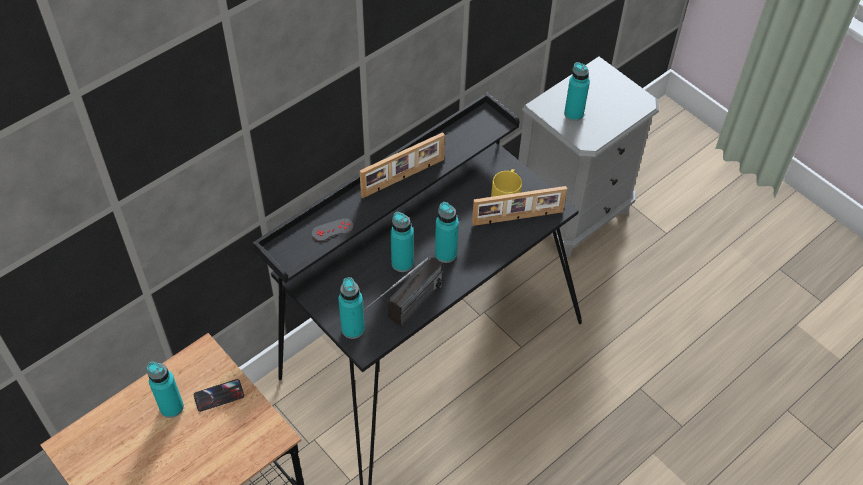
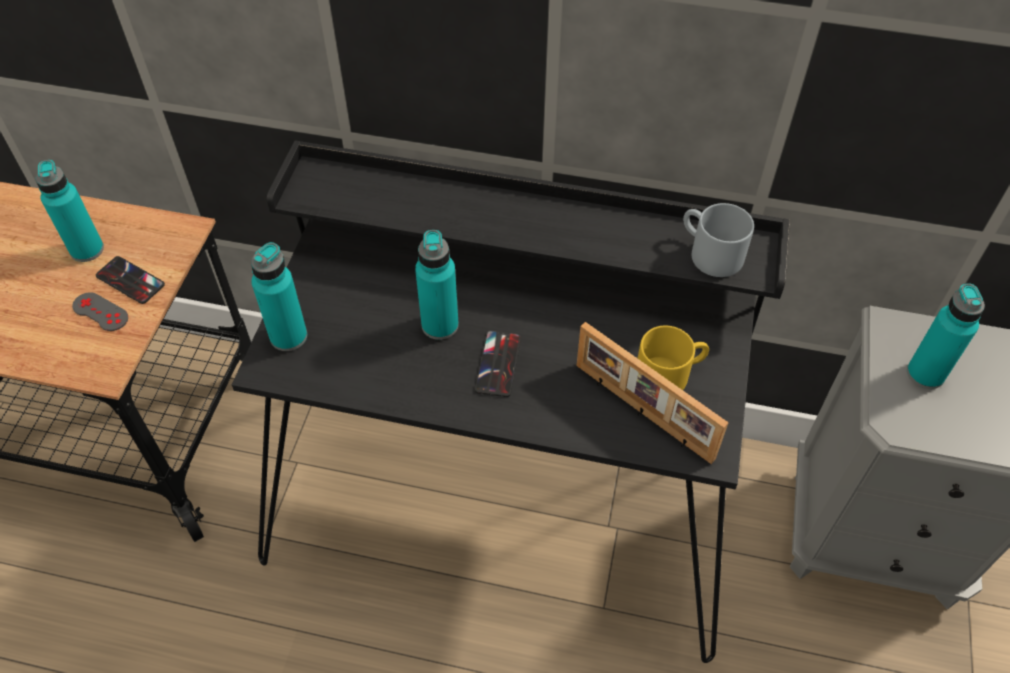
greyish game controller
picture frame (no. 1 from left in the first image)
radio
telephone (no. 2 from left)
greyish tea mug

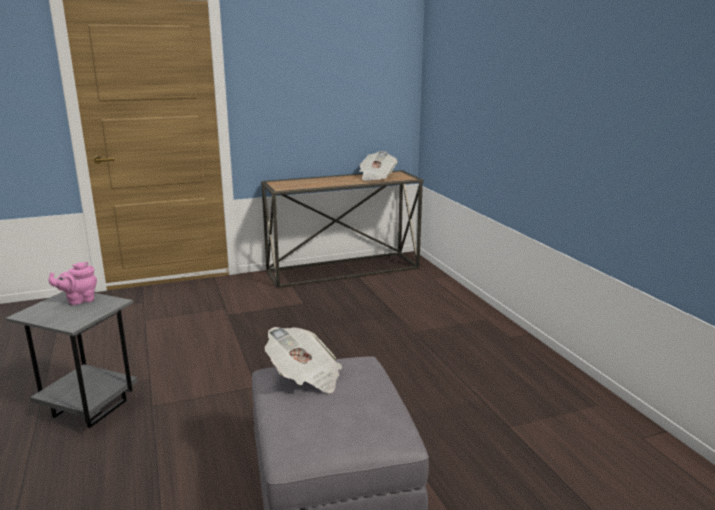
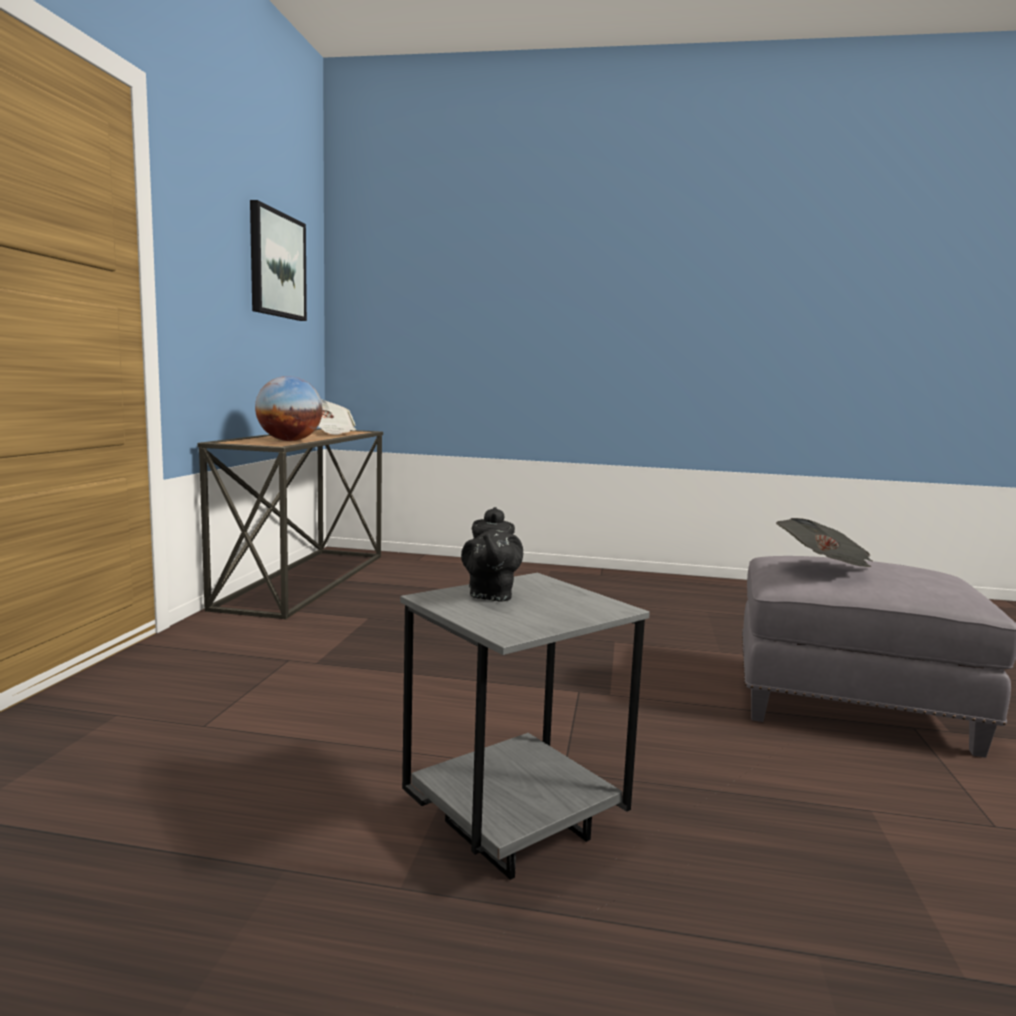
blackish teapot
wall picture
globe

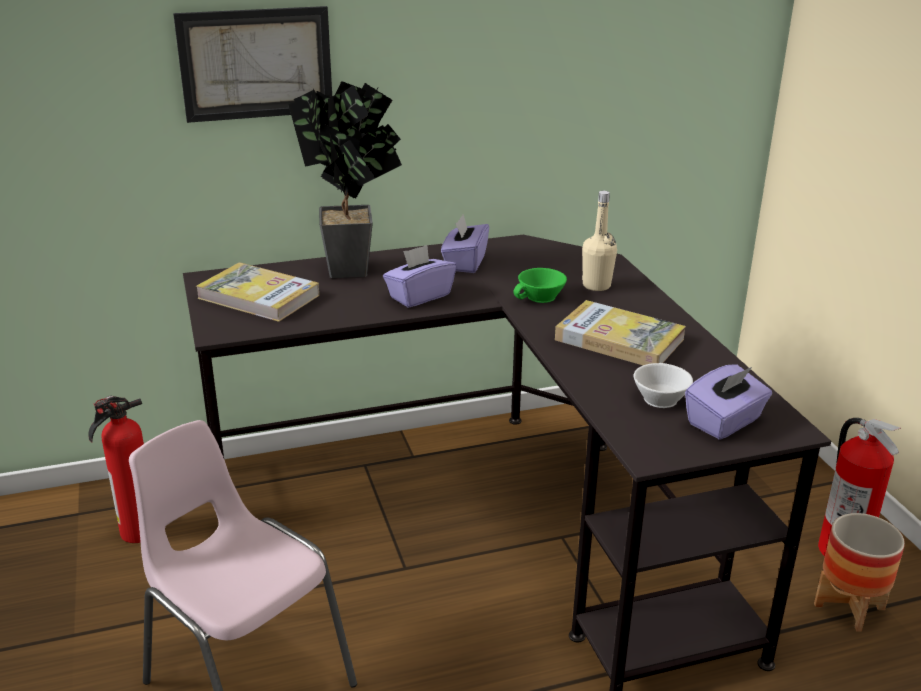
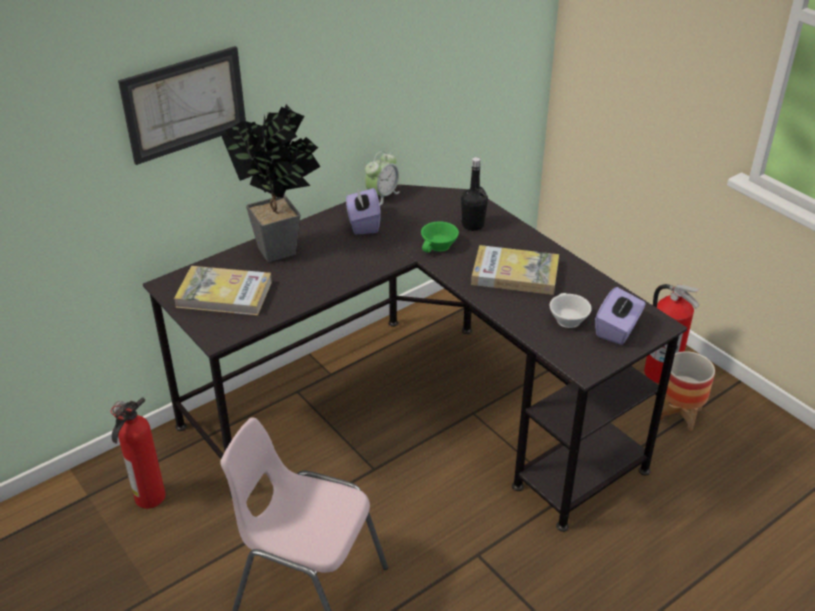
purplish box of tissues (no. 1 from left in the first image)
blackish bottle
table clock

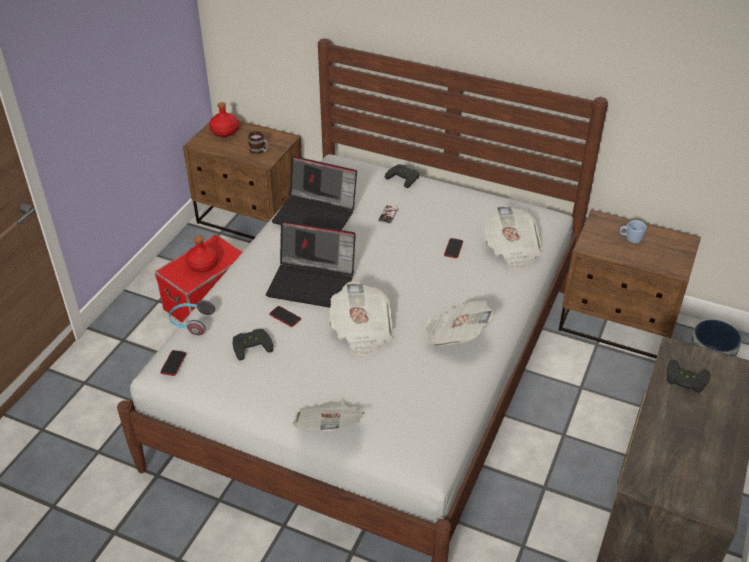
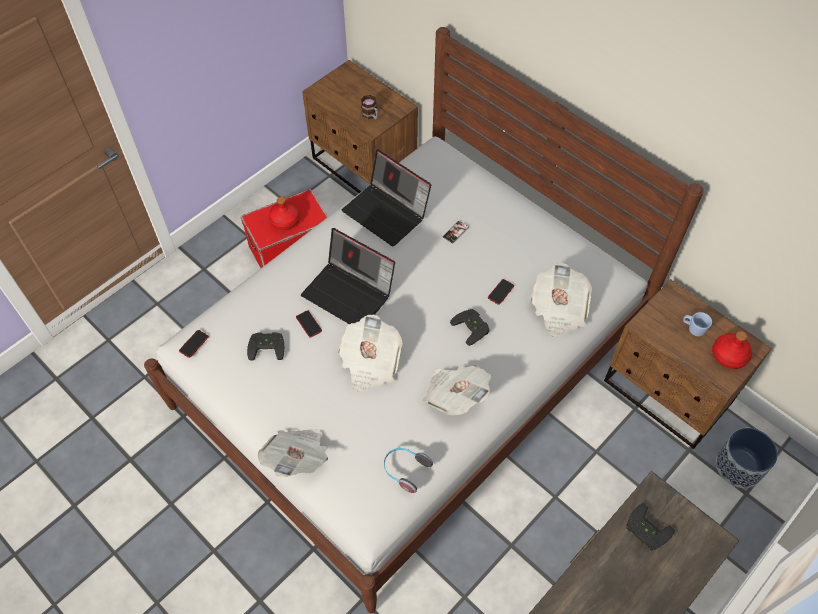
headset
red bottle (no. 2 from left)
blackish game controller (no. 2 from left)

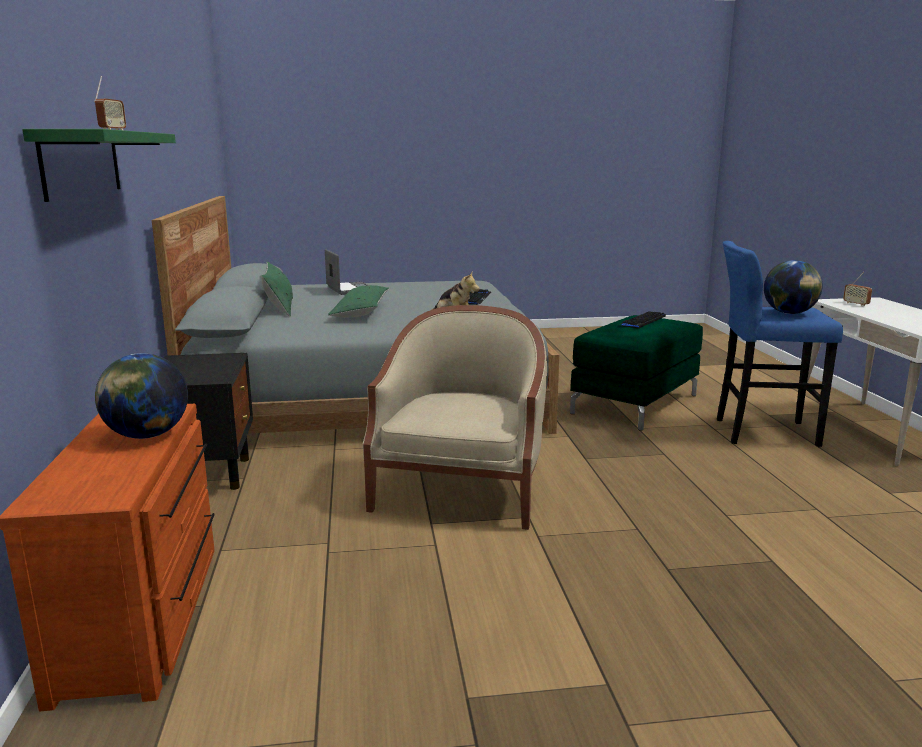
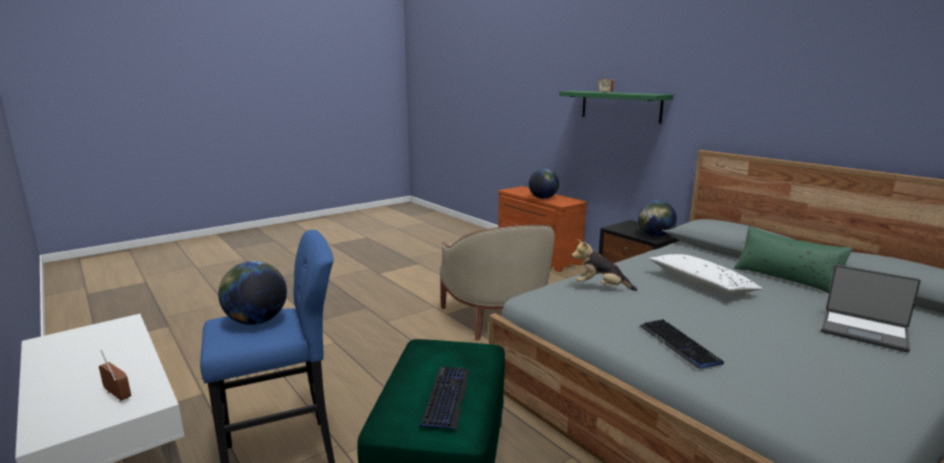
white cushion
globe (no. 3 from left)

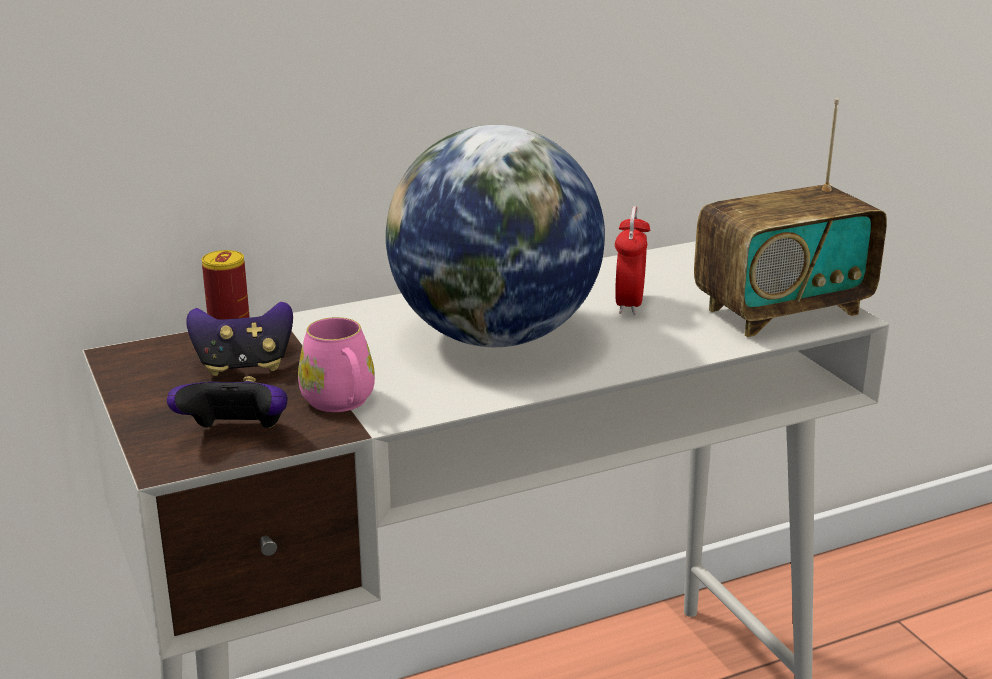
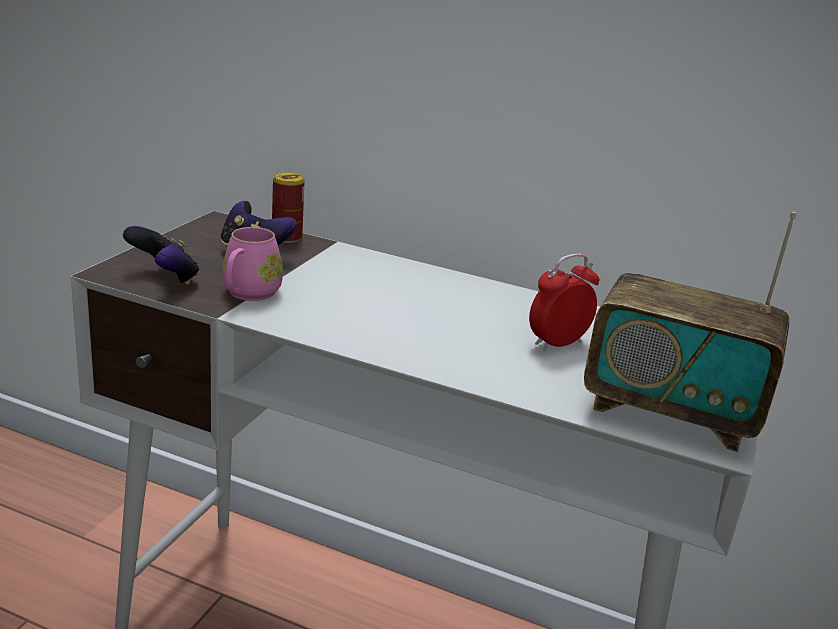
globe

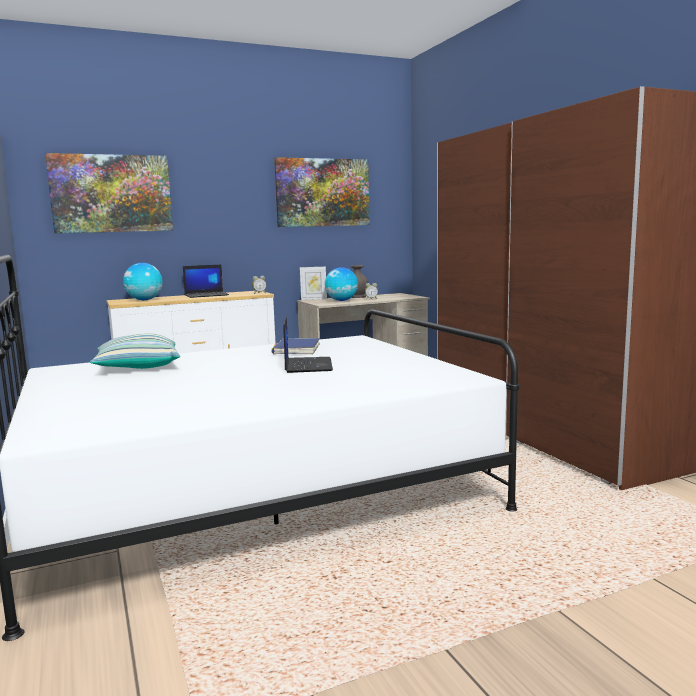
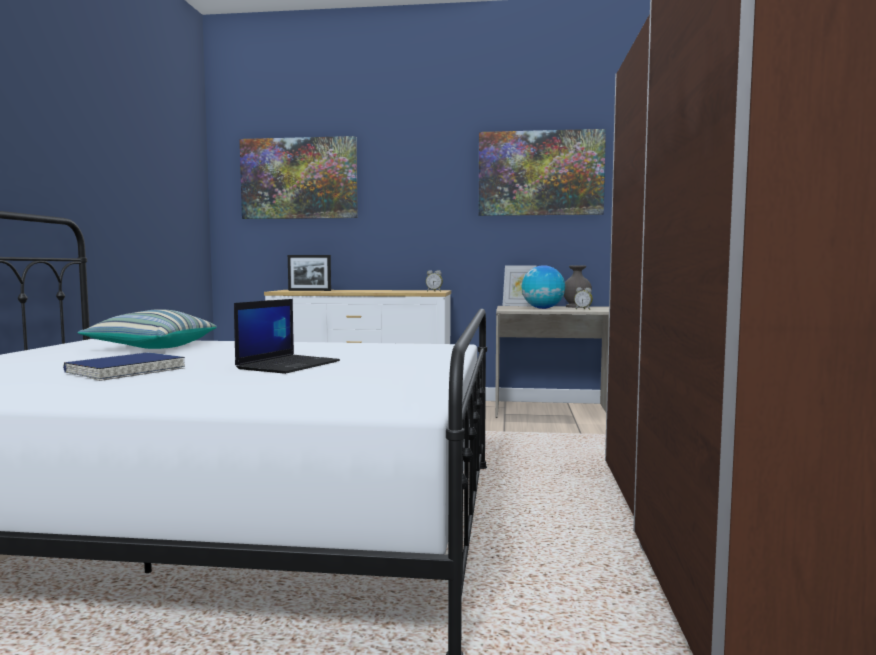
picture frame (no. 1 from left)
notebook computer (no. 1 from left in the first image)
blue bound book

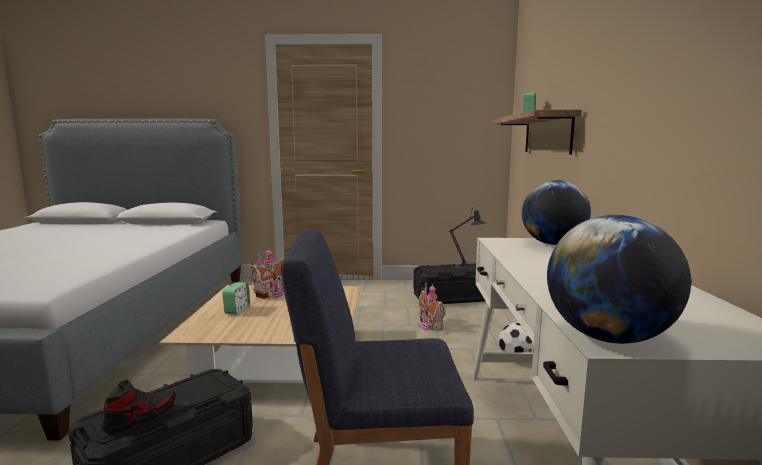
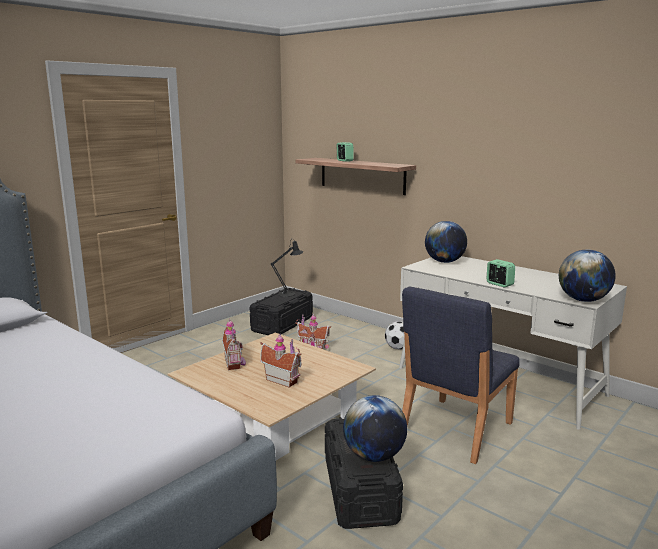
globe (no. 1 from left)
table clock (no. 2 from left)
miniature house (no. 2 from left)

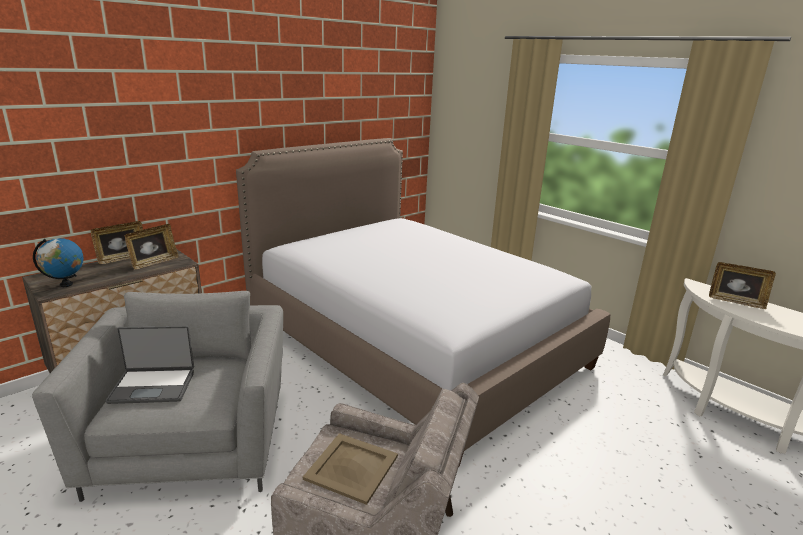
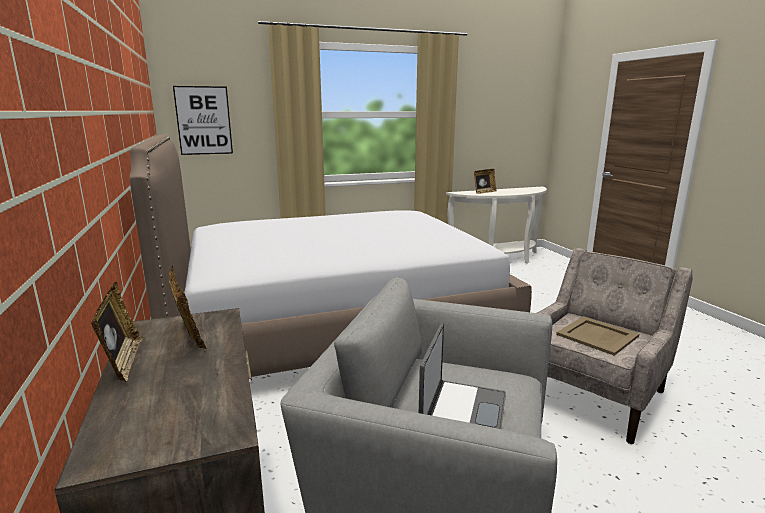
globe
wall picture

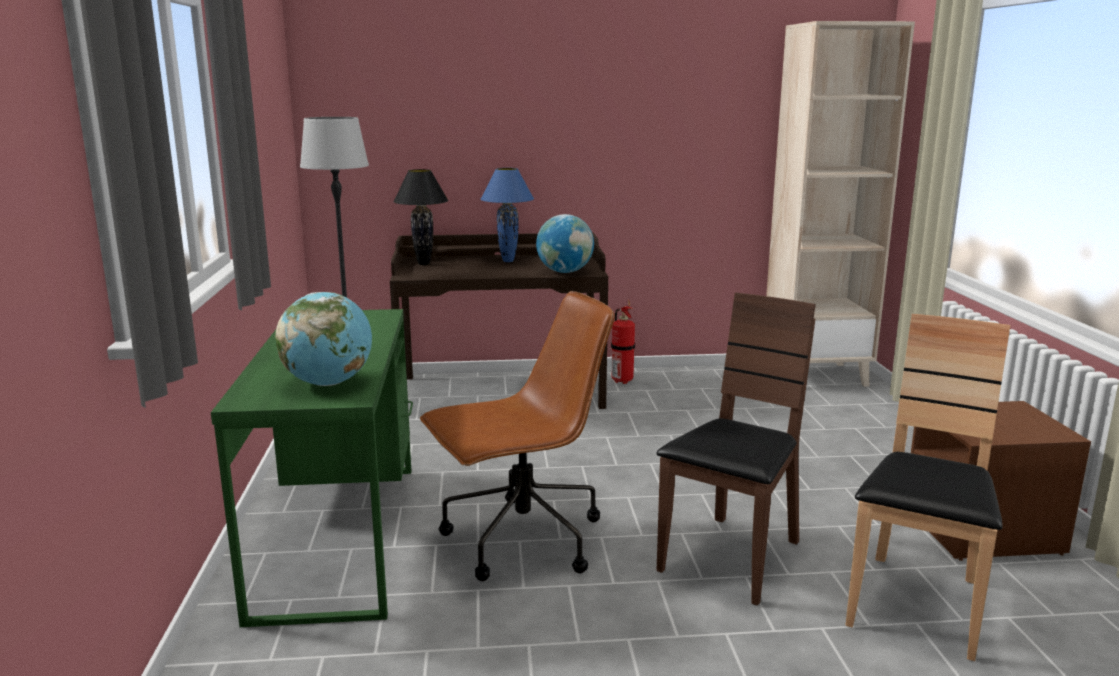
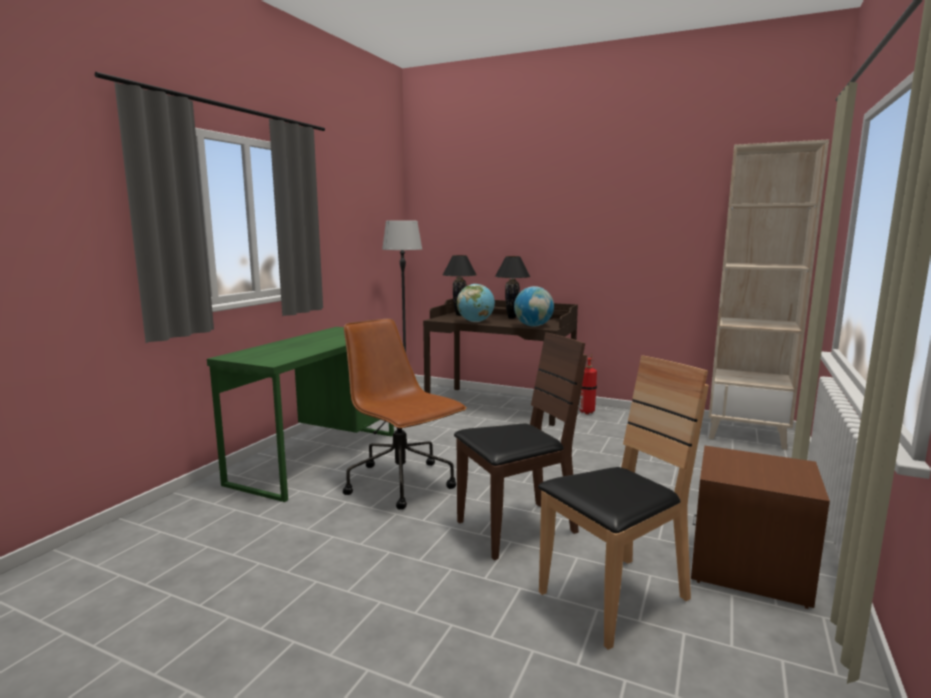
globe (no. 1 from left)
brownish office chair
blackish tabletop lamp (no. 2 from left)

